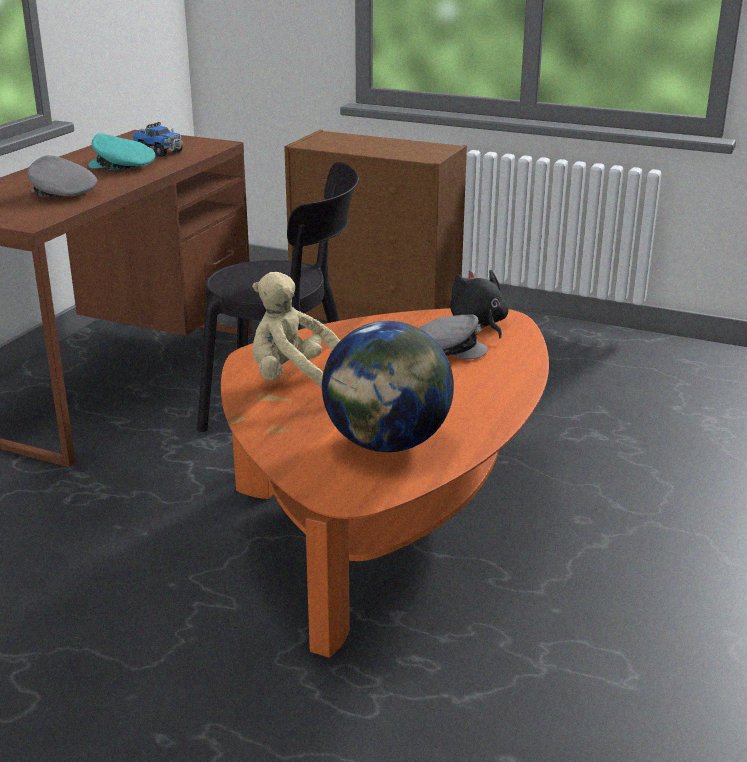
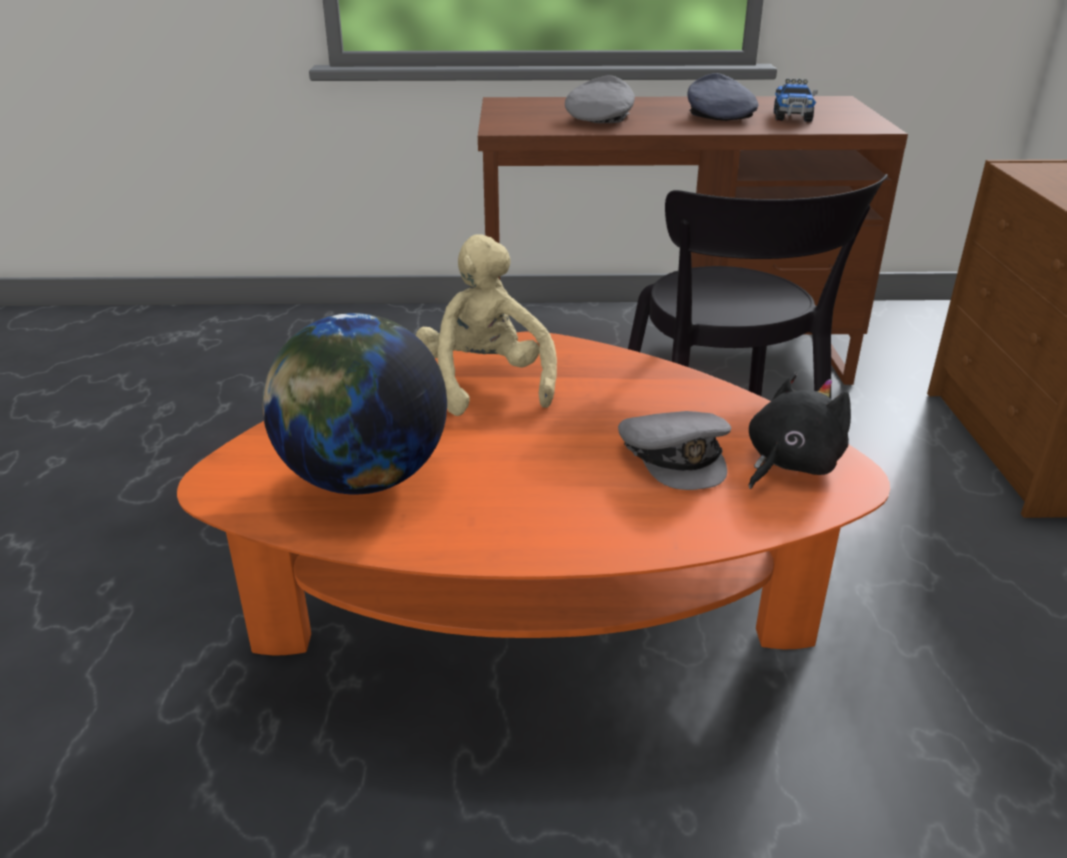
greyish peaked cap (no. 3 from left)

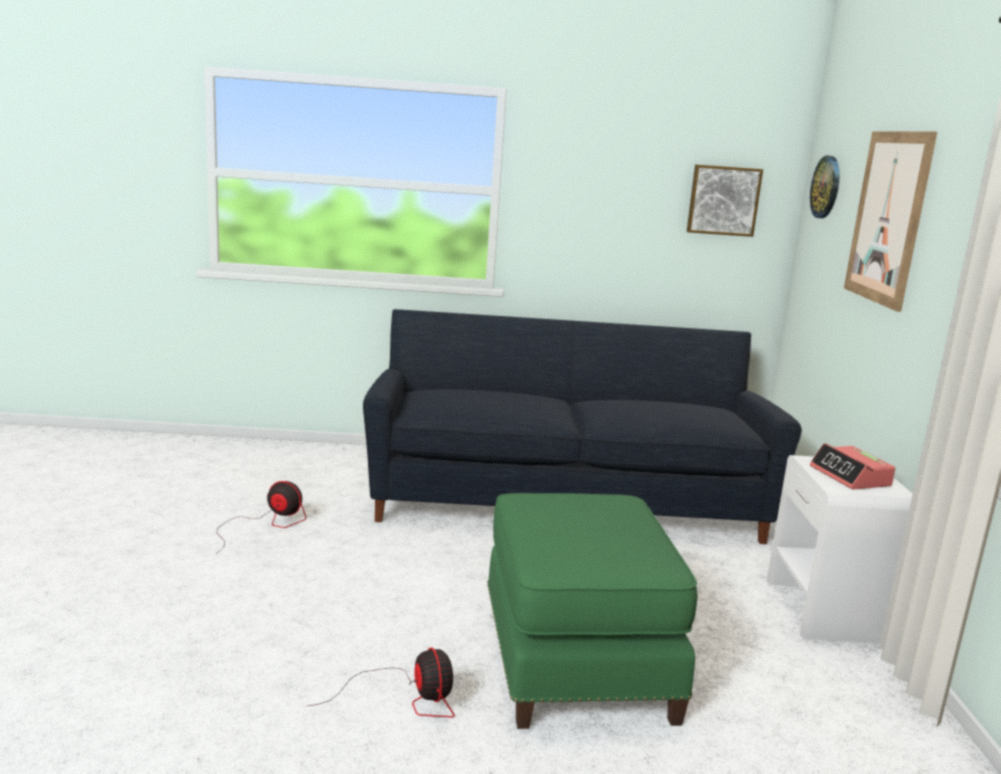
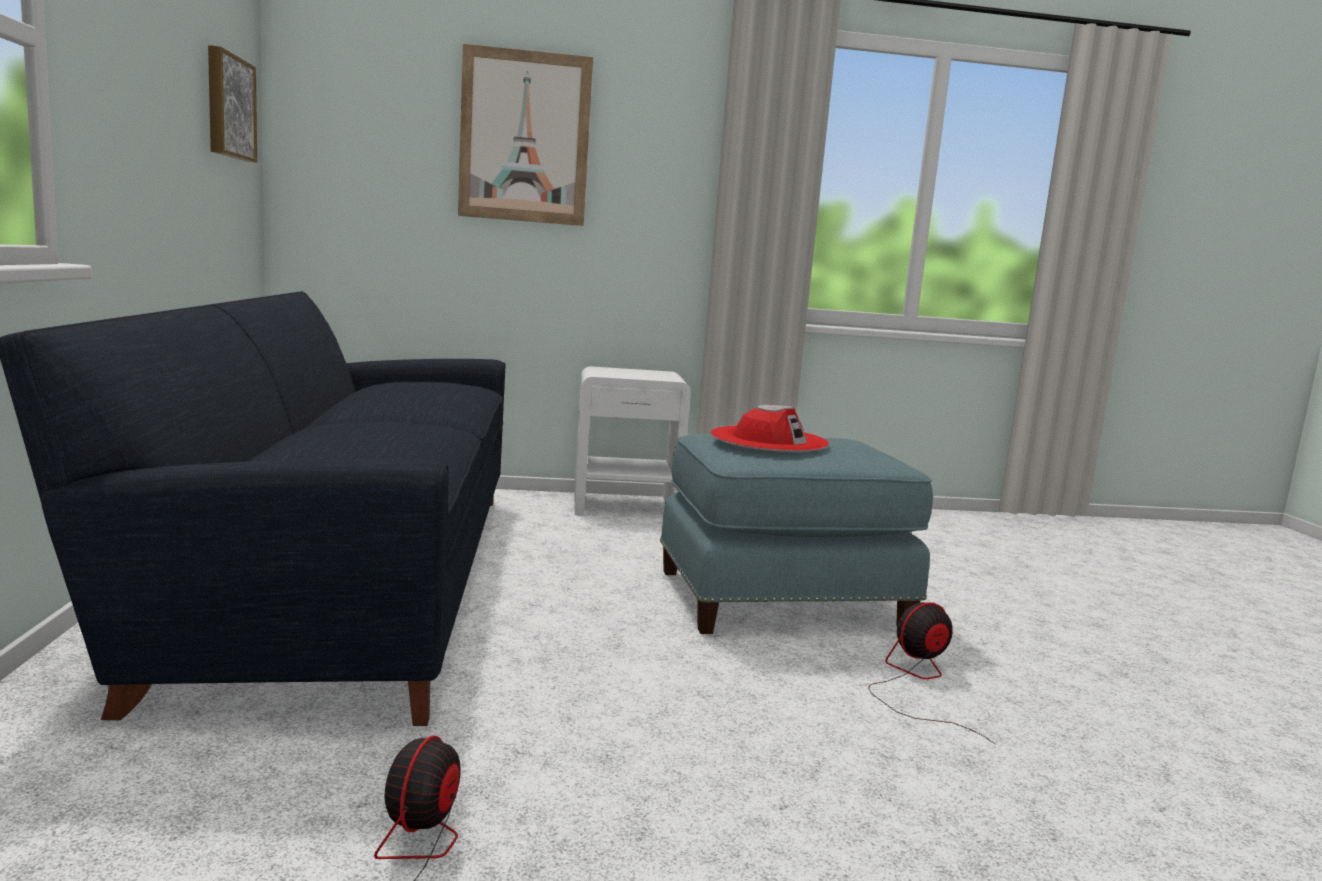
blue ottoman
wall clock
table clock
red clothing hat

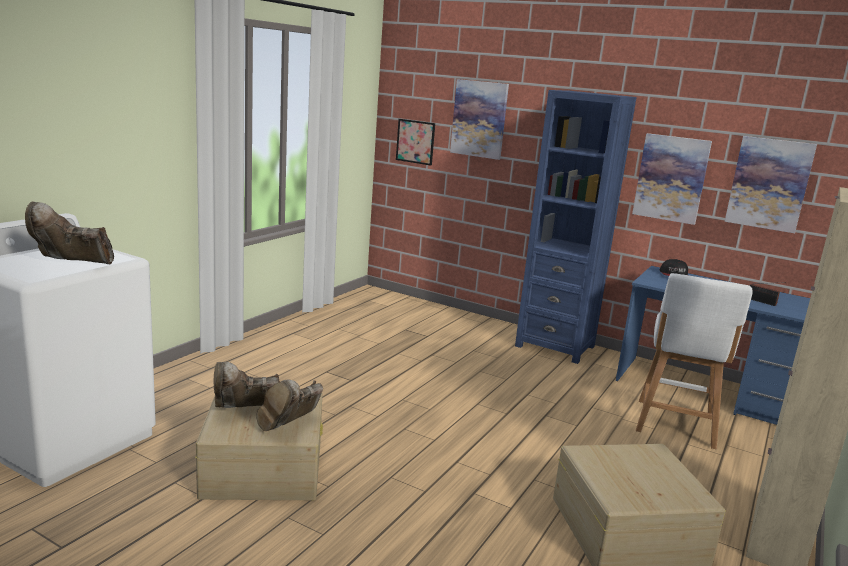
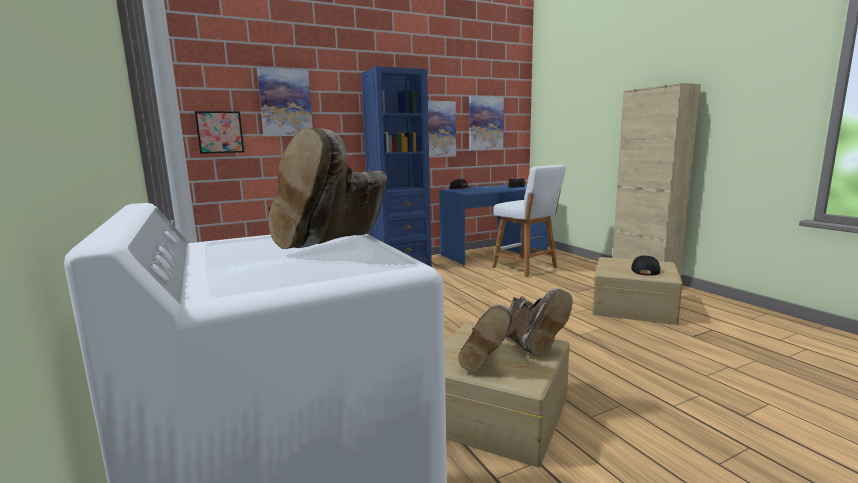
peaked cap (no. 2 from left)

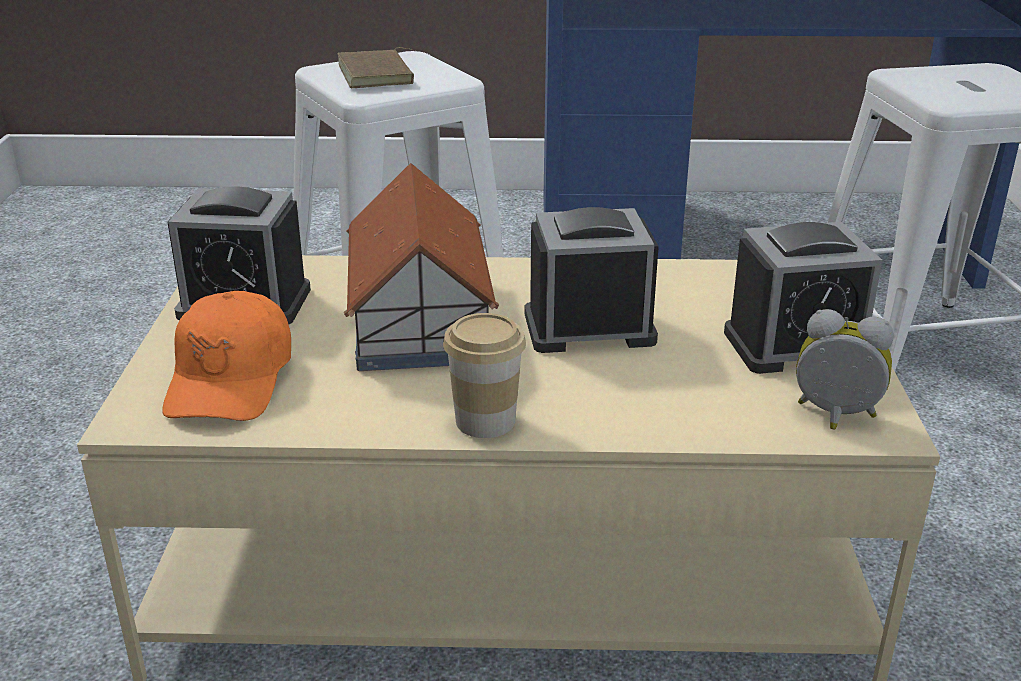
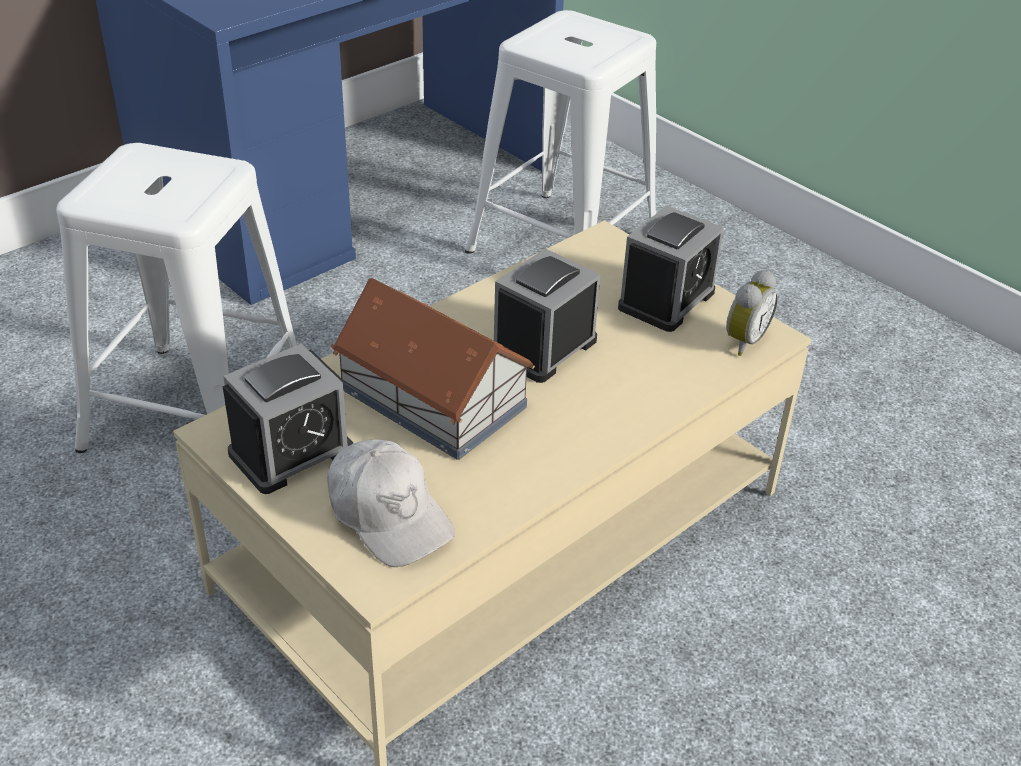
white peaked cap
brownish bound book
cup
table clock (no. 4 from left)

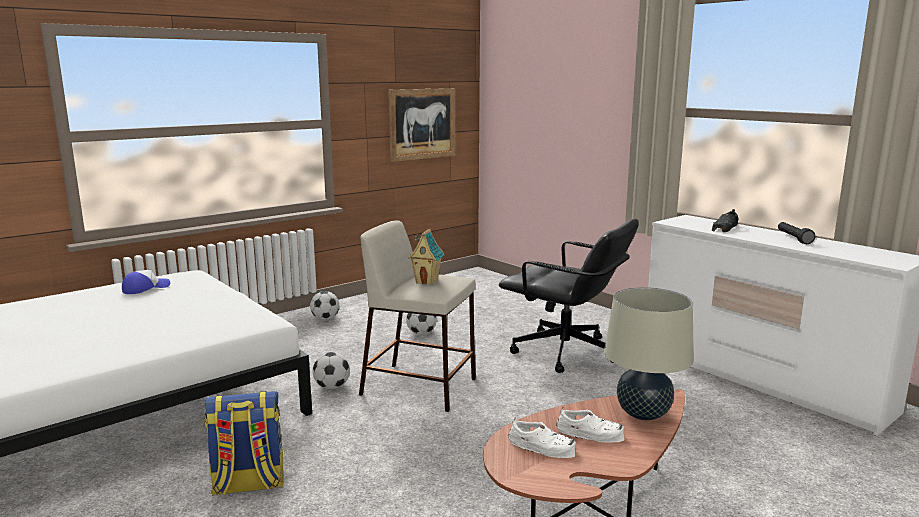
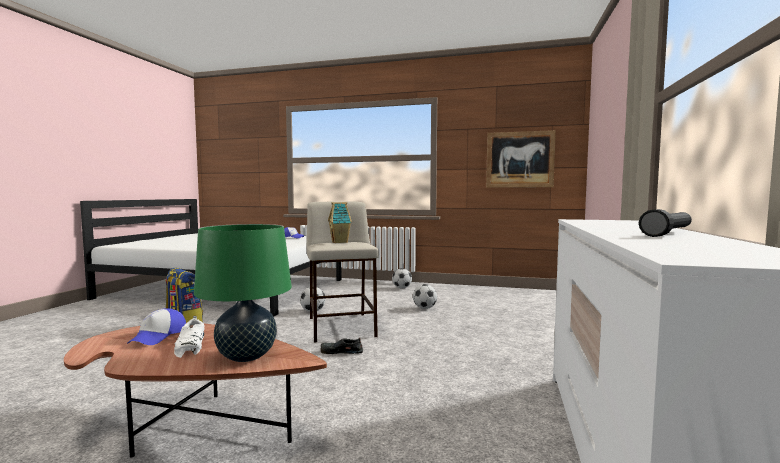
blackish office chair
peaked cap (no. 1 from left)
green tabletop lamp
blackish shoe

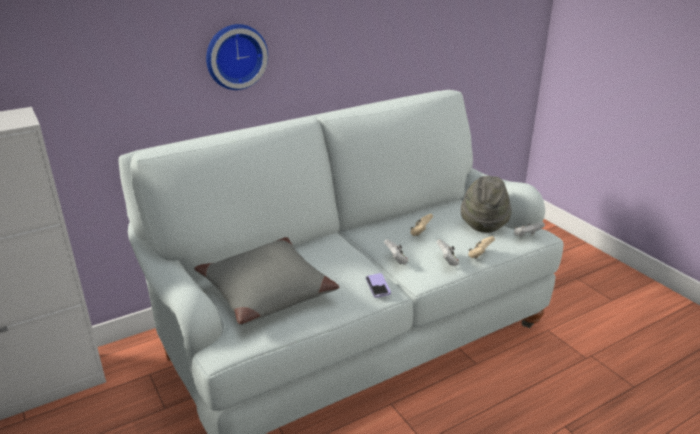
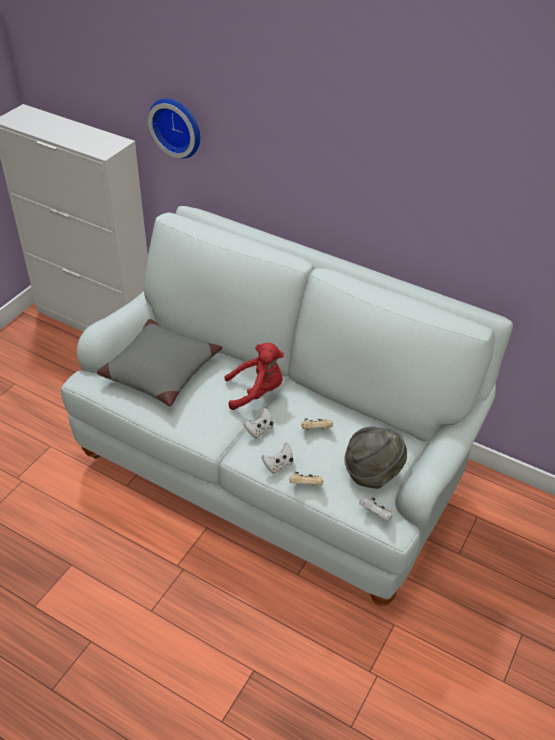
wall clock
telephone
red cuddly toy

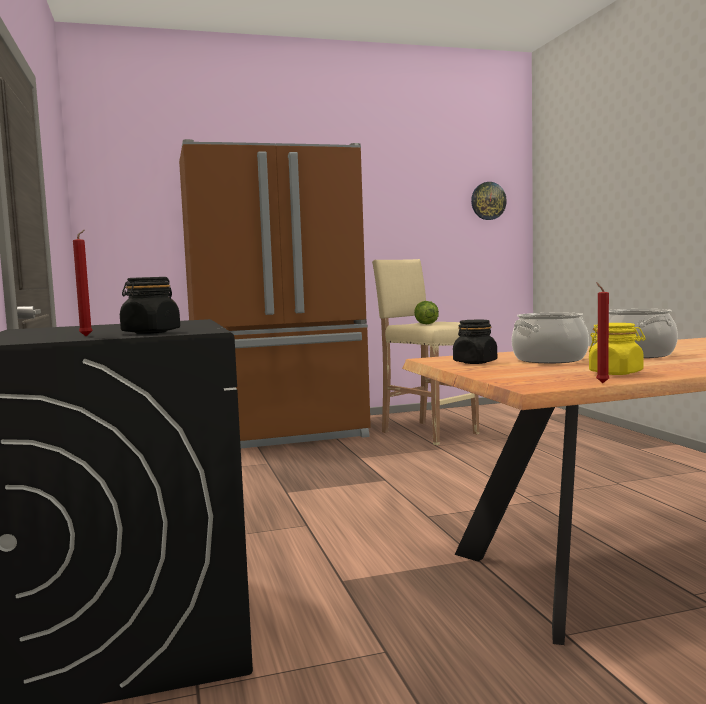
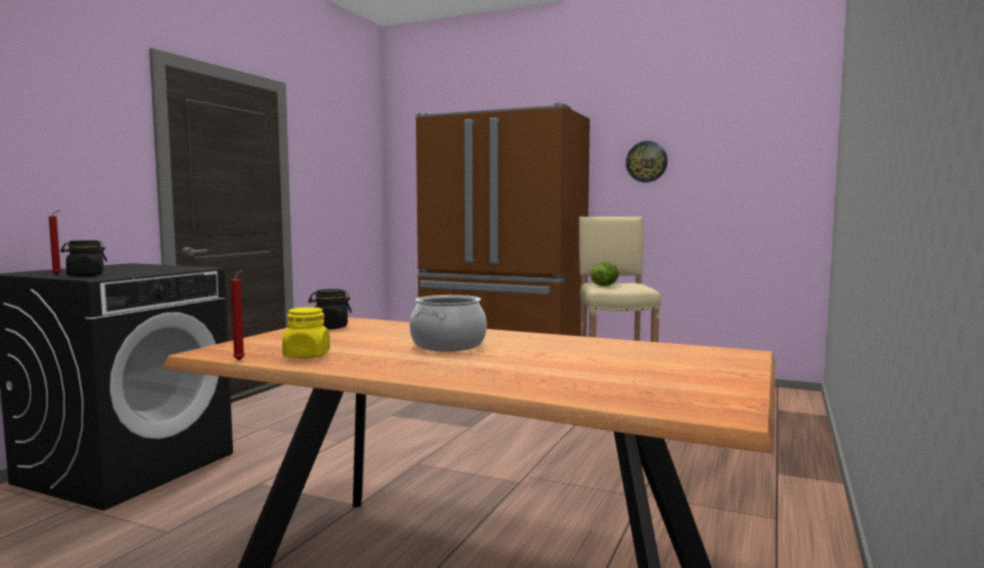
wall clock
saucepot (no. 1 from left in the first image)

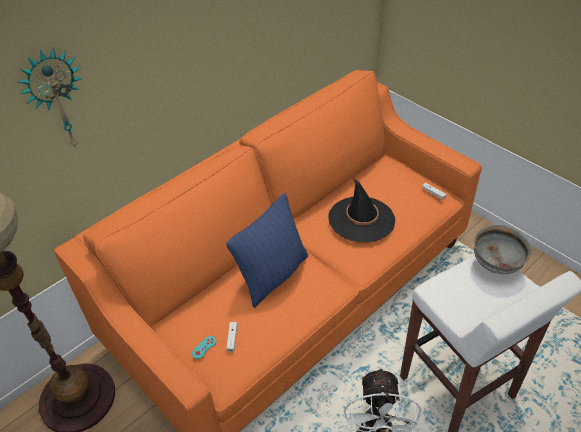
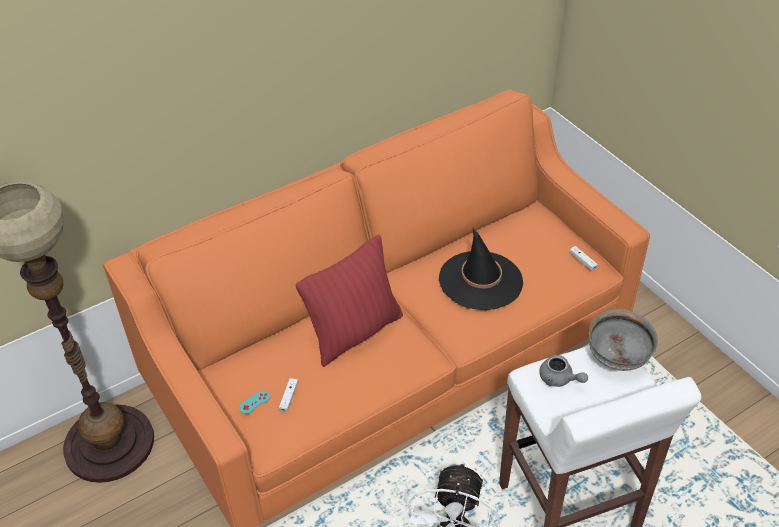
wall clock
red cushion
greyish teapot

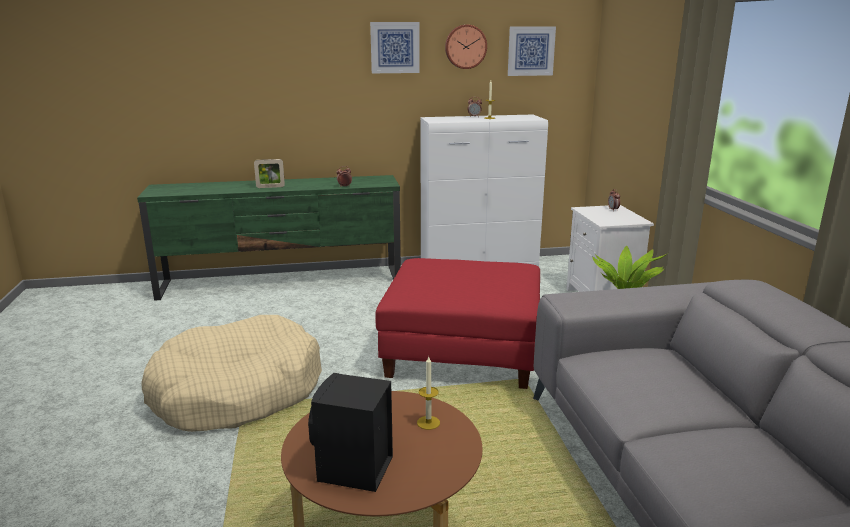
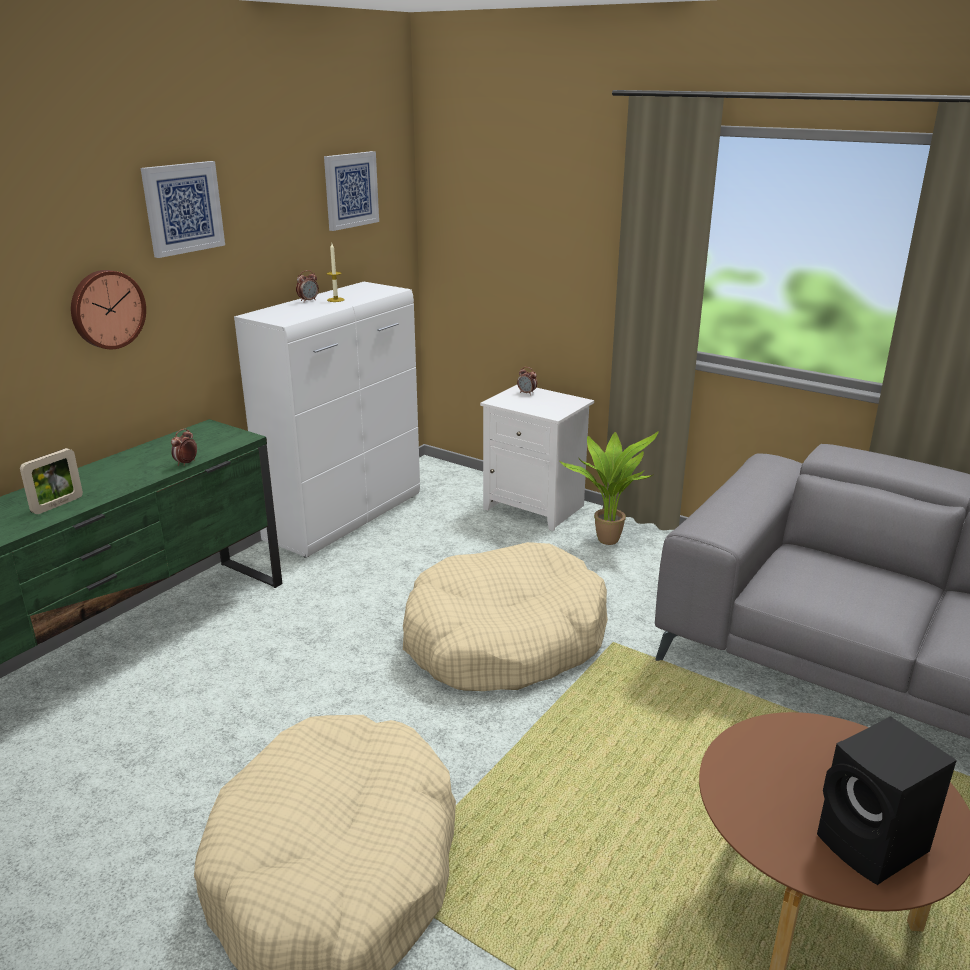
beige dog bed (no. 2 from left)
wax light (no. 1 from left in the first image)
wall clock

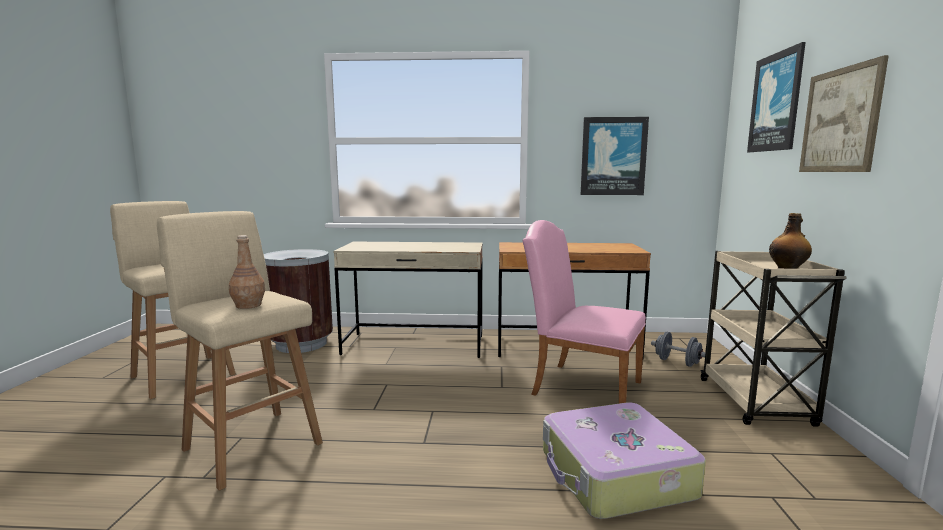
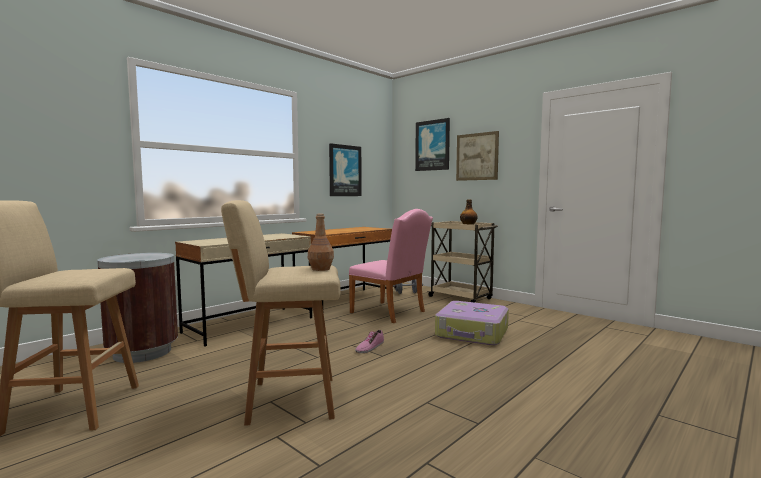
pink chair
shoe

